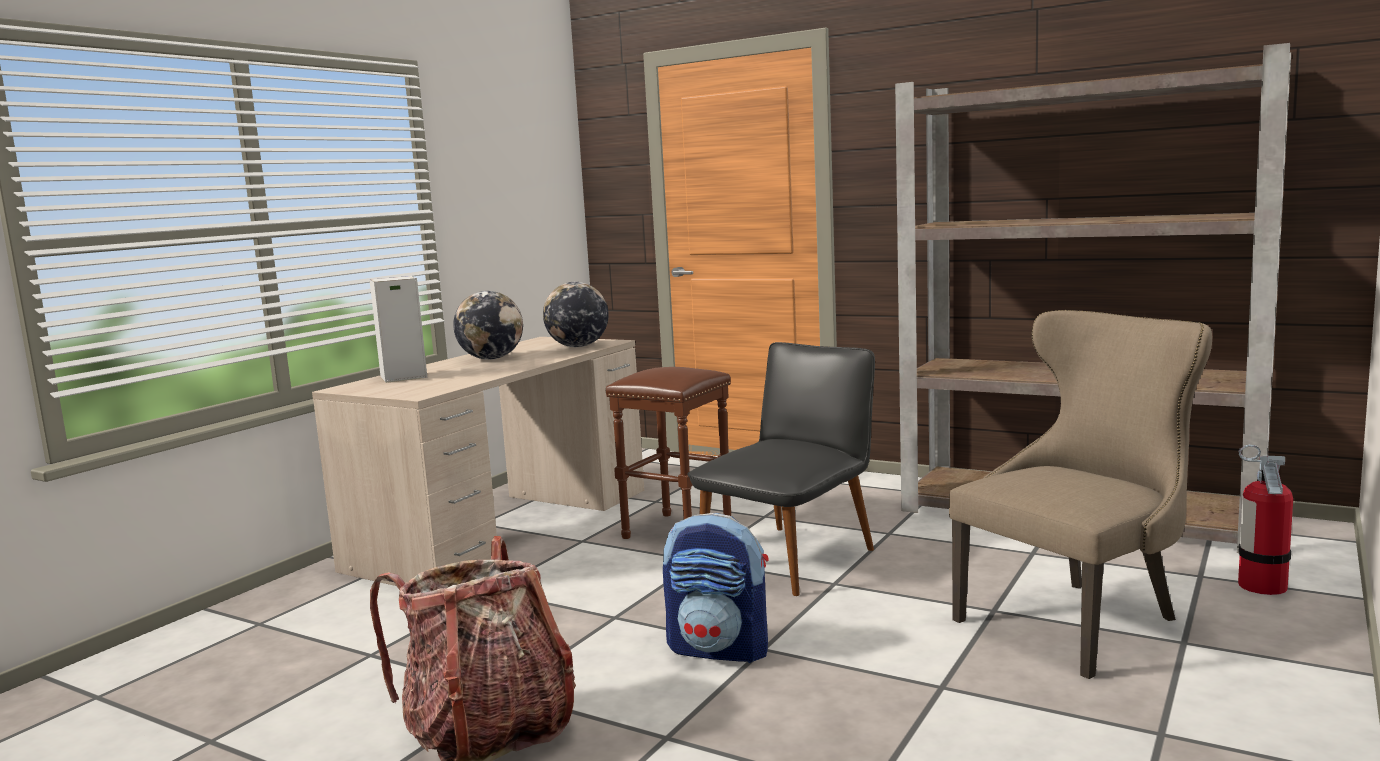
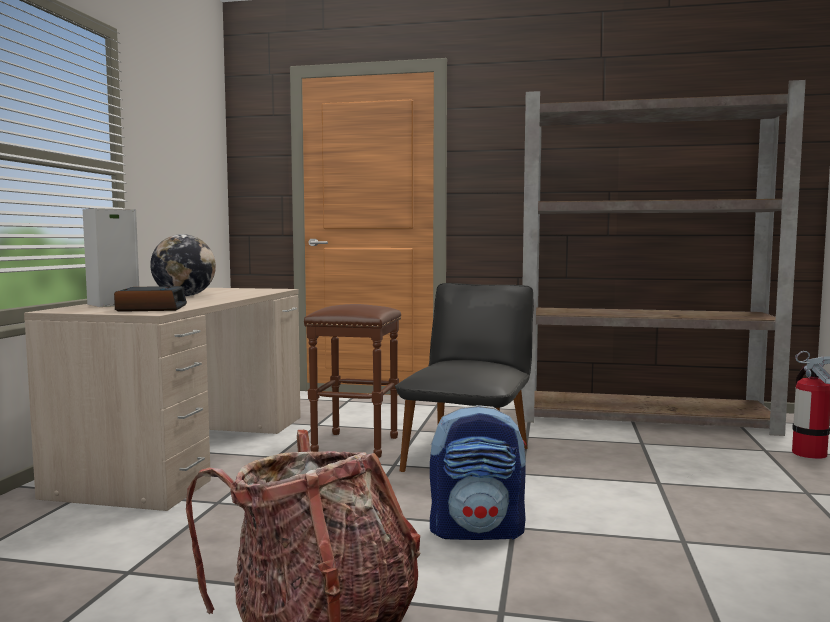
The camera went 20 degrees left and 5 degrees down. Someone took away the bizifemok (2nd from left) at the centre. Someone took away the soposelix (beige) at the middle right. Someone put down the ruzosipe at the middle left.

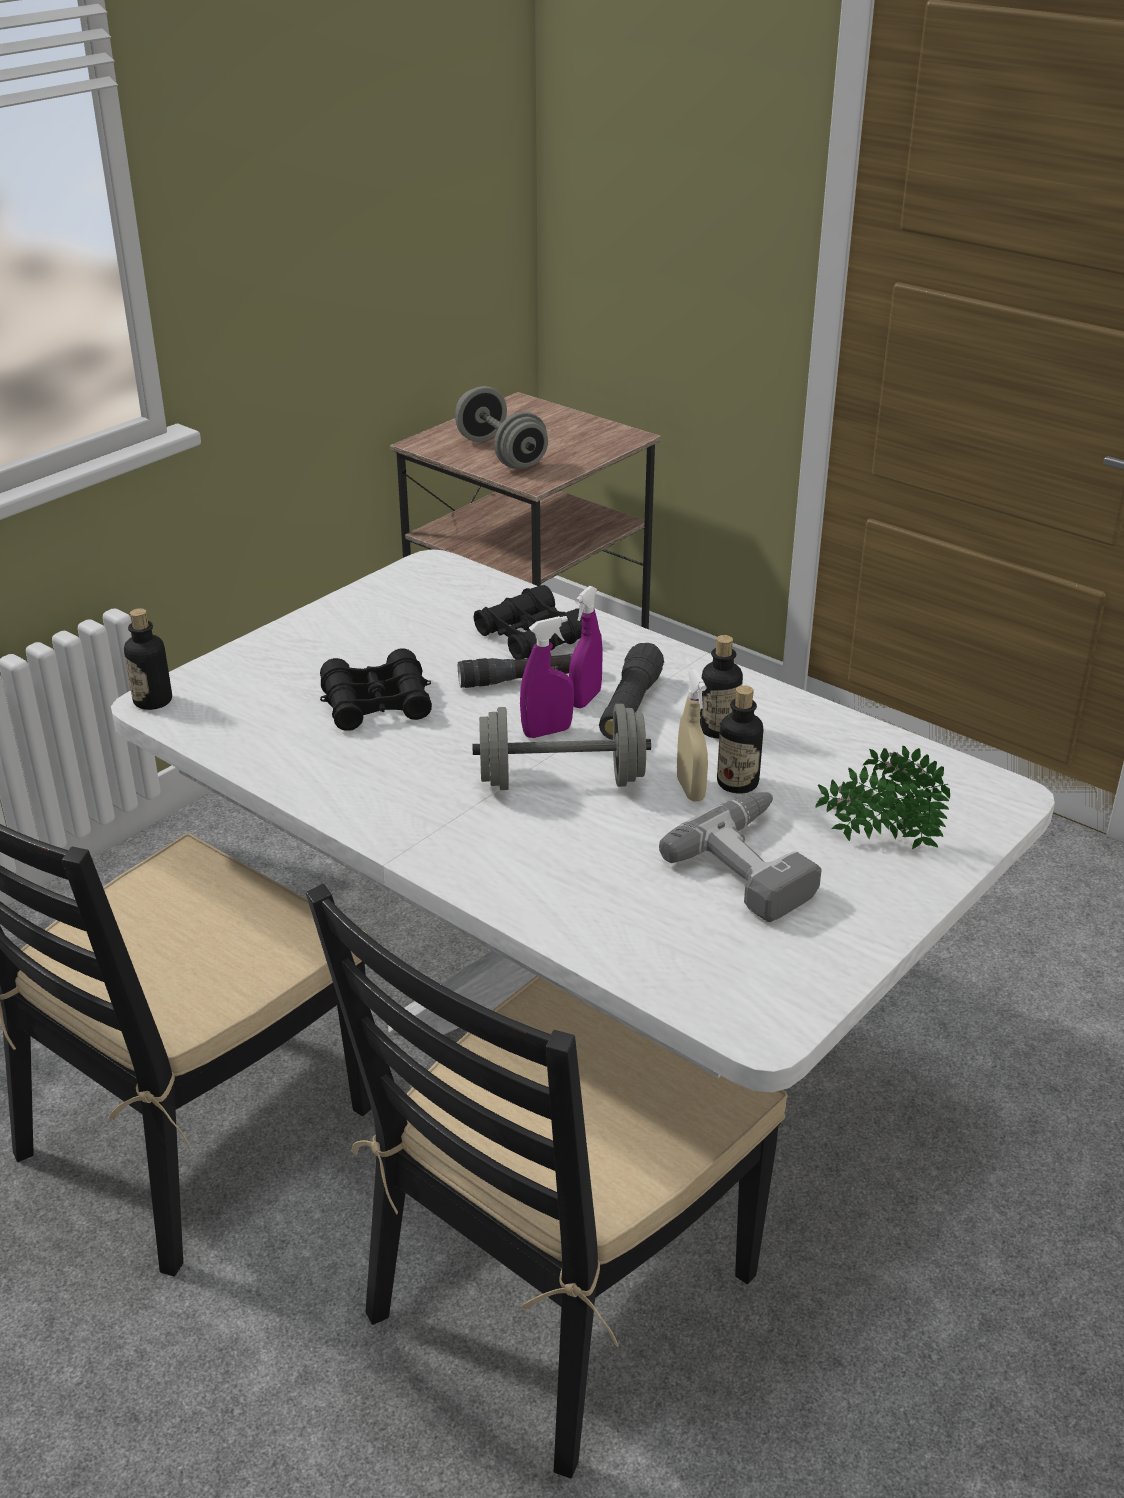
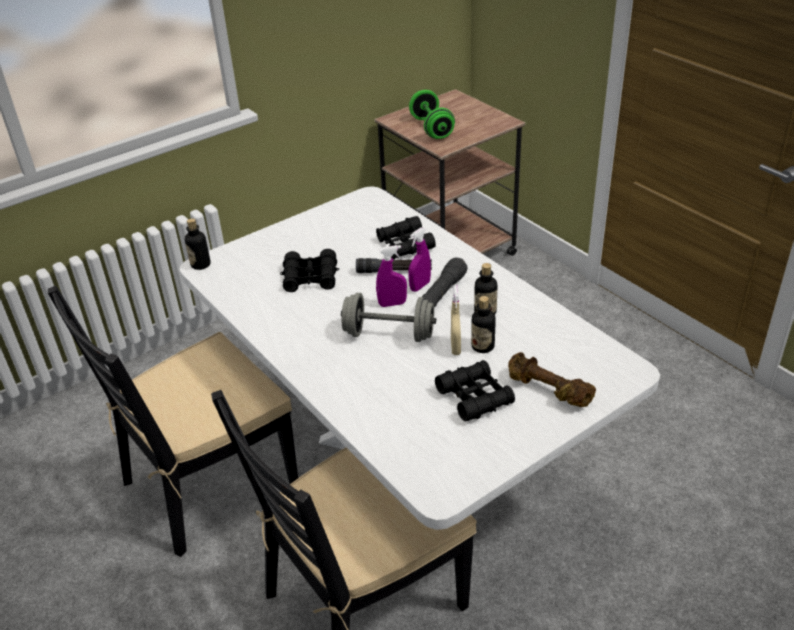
The camera went 15 degrees right and 5 degrees up. Someone repainted the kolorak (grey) (1st from left) at the top centre, which became the kolorak (green) at the top centre. Someone swapped the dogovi at the middle right for the kolorak (brown) at the middle right. Someone swapped the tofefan at the centre for the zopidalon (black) (3rd from left) at the centre.

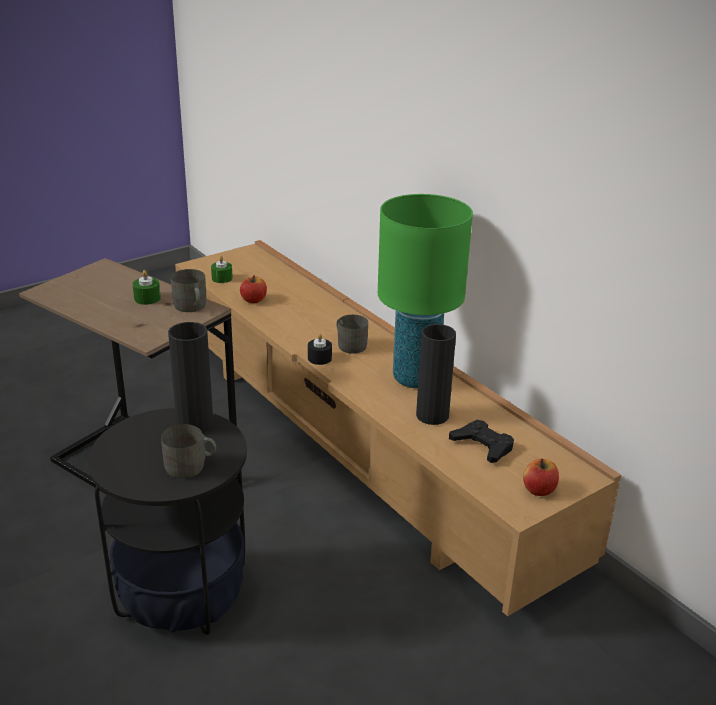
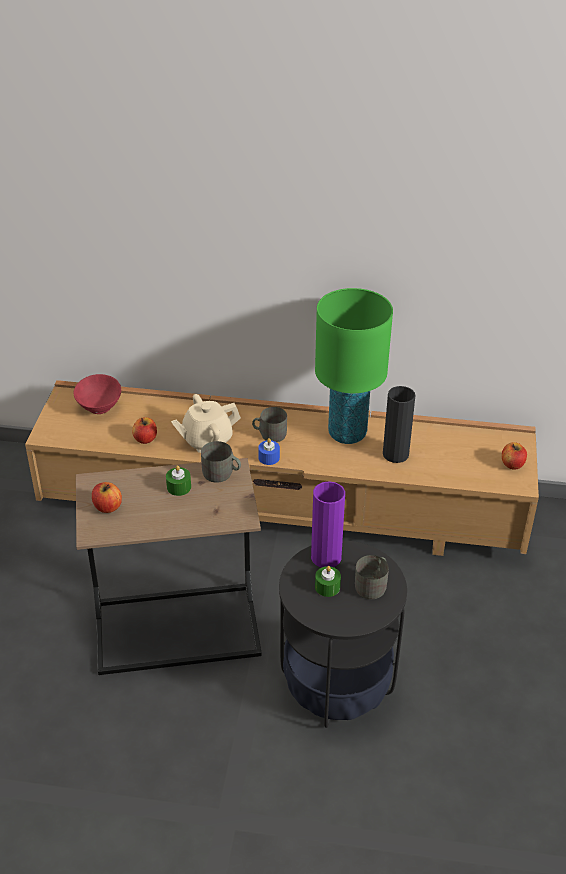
The camera went 45 degrees left and 10 degrees up. Someone carried the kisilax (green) (2nd from left) from the middle left to the centre. Someone repainted the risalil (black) (1st from left) at the middle left, which became the risalil (purple) at the centre. Someone repainted the kisilax (black) at the centre, which became the kisilax (blue) at the centre. Someone took away the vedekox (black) at the middle right. Someone put down the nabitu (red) at the middle left. Someone put down the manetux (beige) at the centre. Someone put down the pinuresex (1st from left) at the middle left.

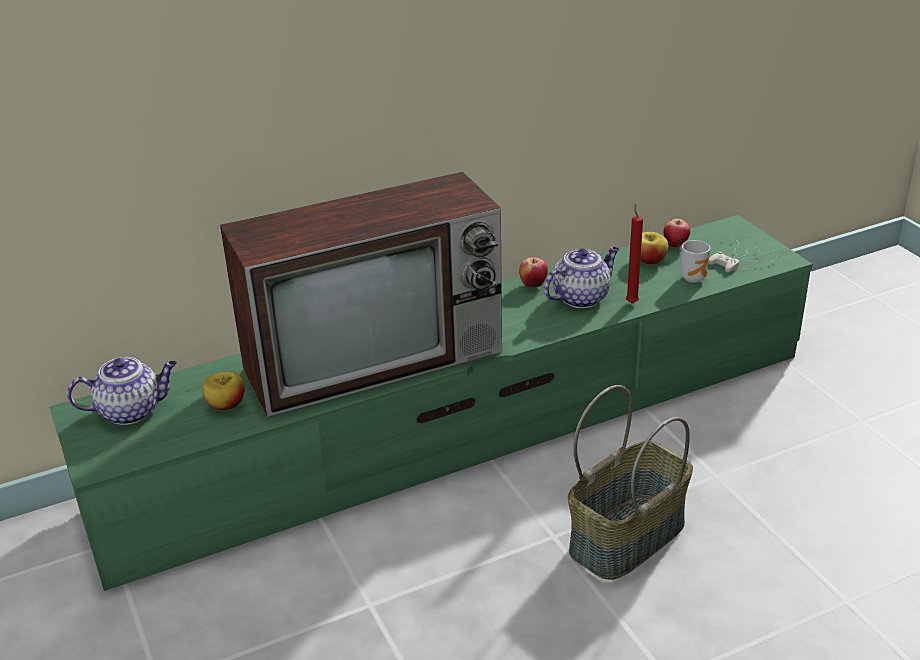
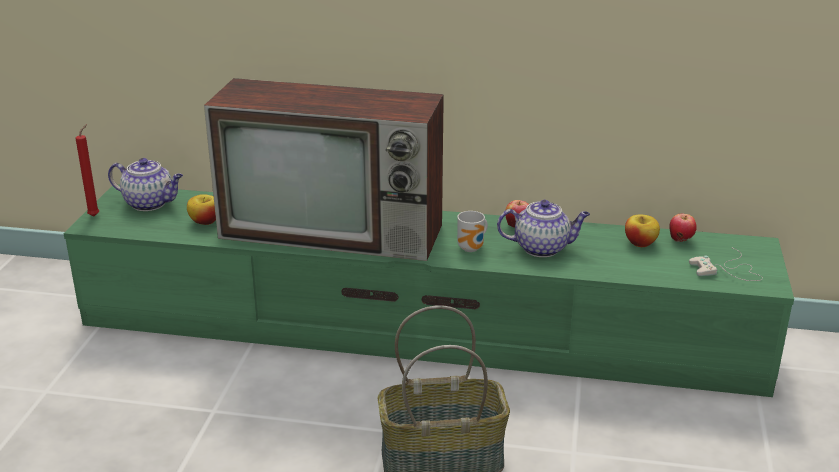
The camera went 35 degrees right and 5 degrees down. Someone carried the kisilax (red) from the middle right to the middle left. Someone carried the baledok from the middle right to the centre.

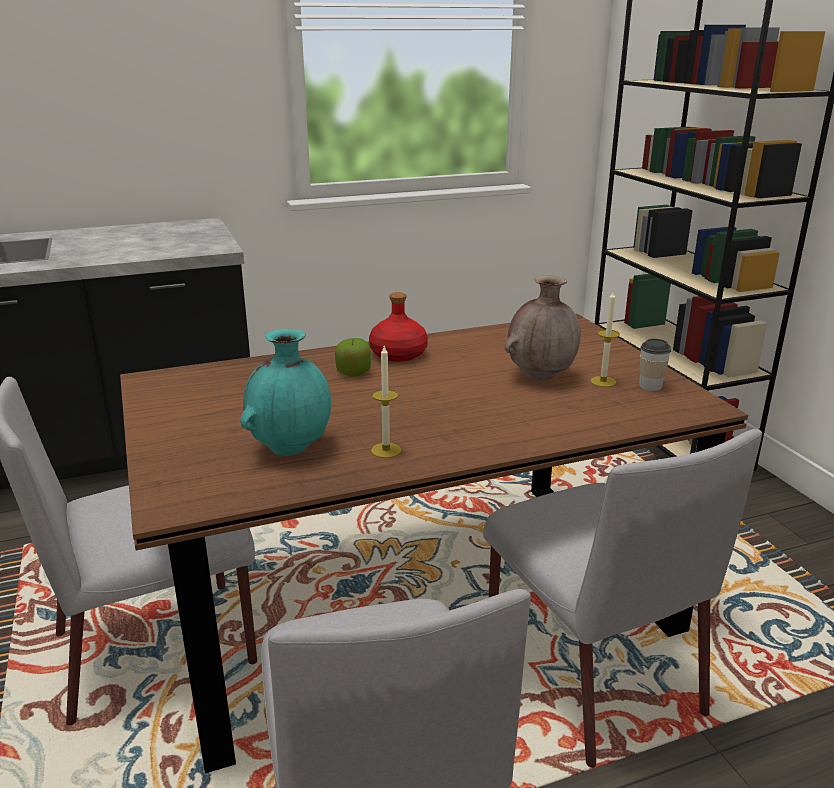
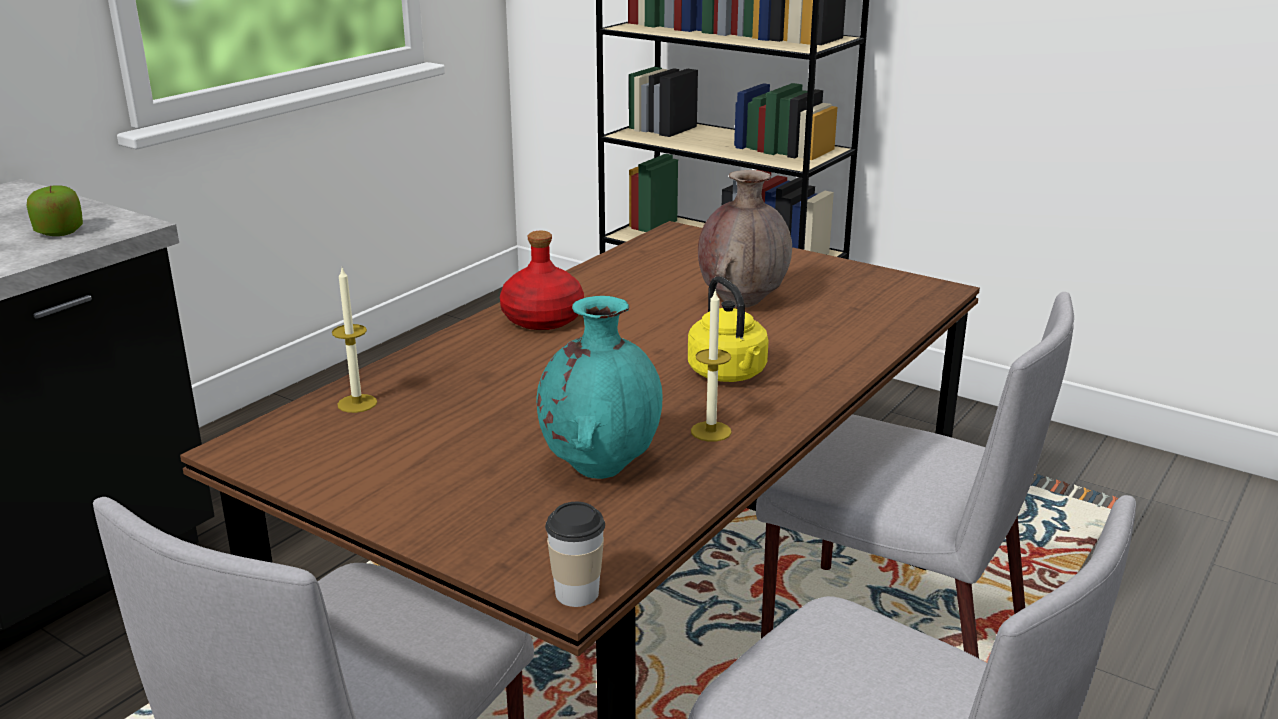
The camera went 35 degrees left and 0 degrees up. Someone carried the kisilax (2nd from left in the first image) from the middle right to the middle left. Someone carried the pinuresex from the centre to the top left. Someone carried the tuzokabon from the middle right to the bottom centre. Someone put down the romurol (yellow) at the centre.

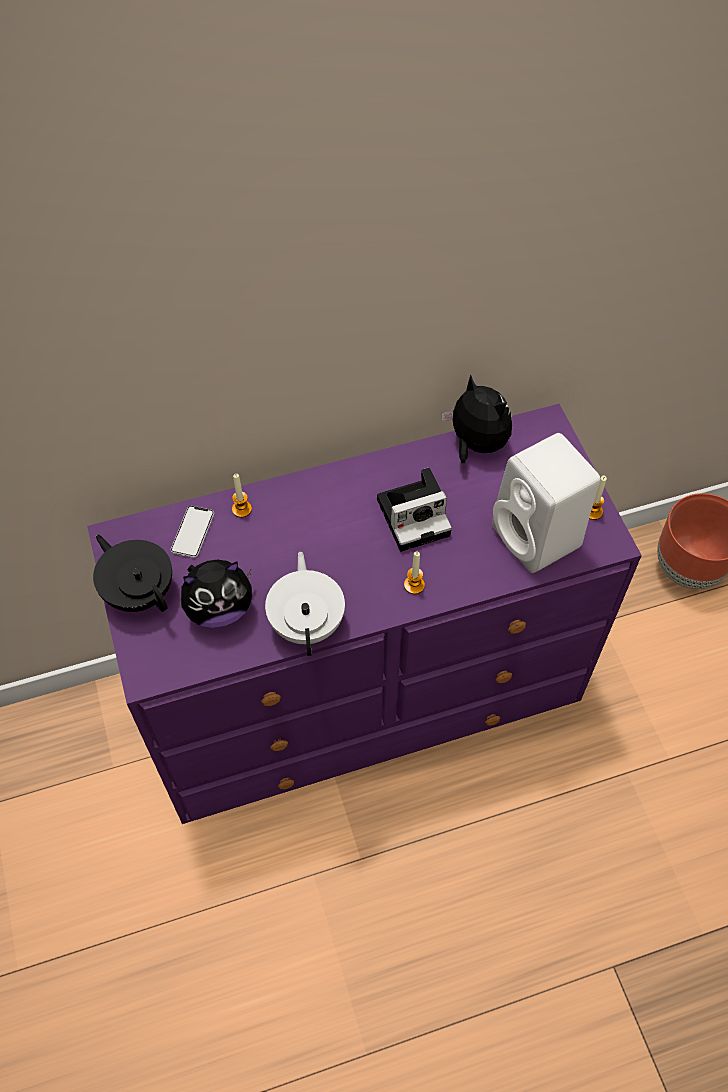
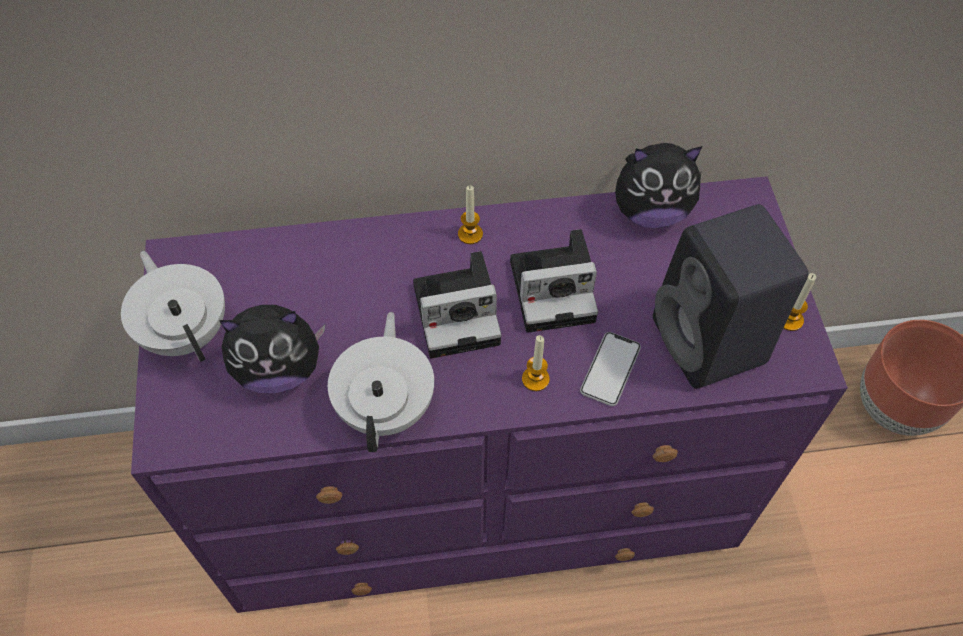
The camera went 10 degrees right and 0 degrees up. Someone rotated the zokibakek (2nd from left) at the centre by 120 degrees clockwise. Someone repainted the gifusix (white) at the middle right, which became the gifusix (black) at the middle right. Someone carried the kisilax (1st from left) from the middle left to the centre. Someone carried the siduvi from the middle left to the centre. Someone repainted the manetux (black) at the middle left, which became the manetux (white) (1st from left) at the middle left. Someone put down the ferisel (1st from left) at the centre.

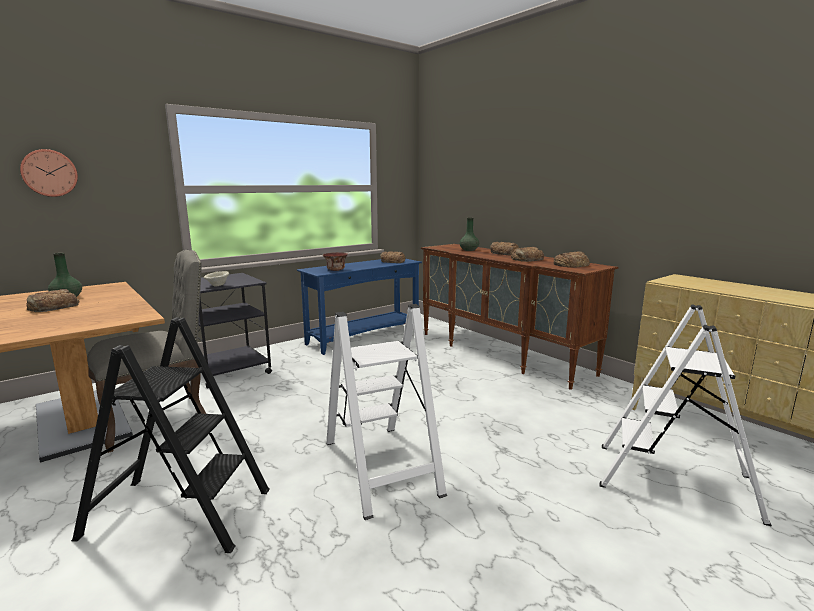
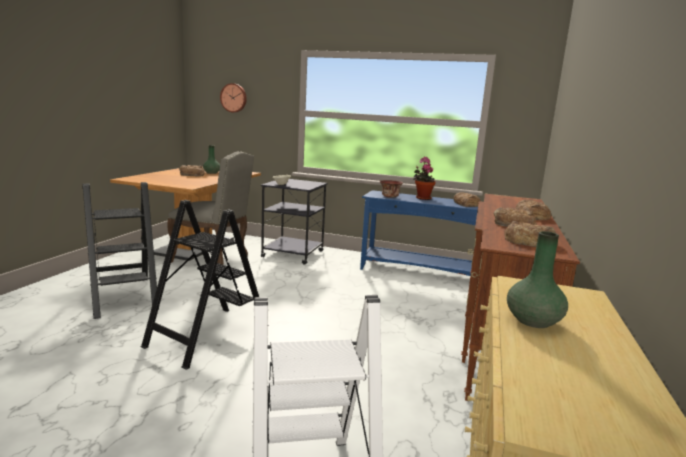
The camera went 55 degrees right and 0 degrees up. Someone carried the risalil (green) (2nd from left) from the centre to the middle right. Someone repainted the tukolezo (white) (1st from left) at the bottom centre, which became the tukolezo (black) (2nd from left) at the middle left. Someone put down the dogovi at the centre.

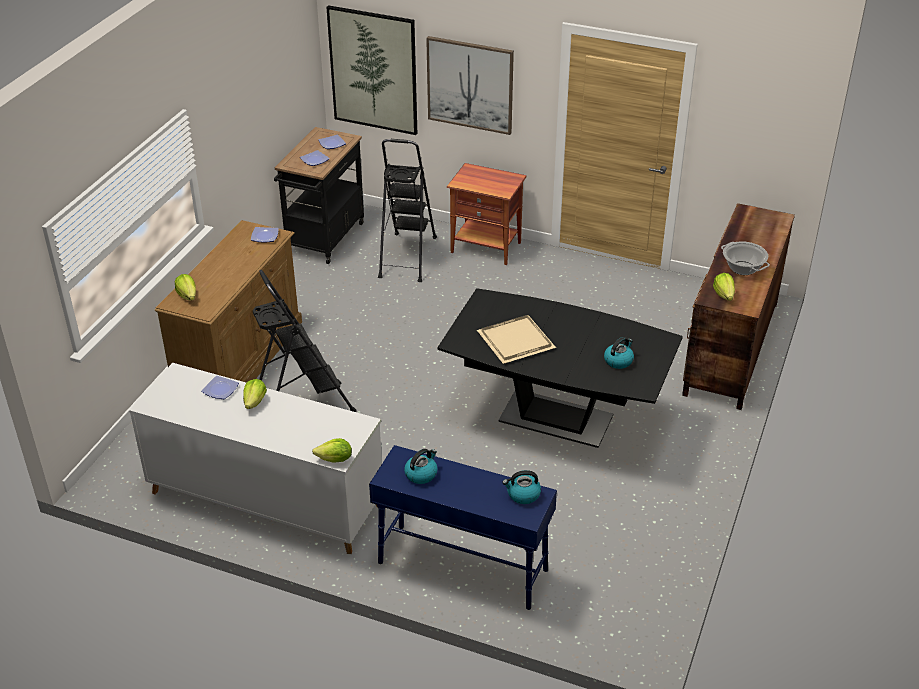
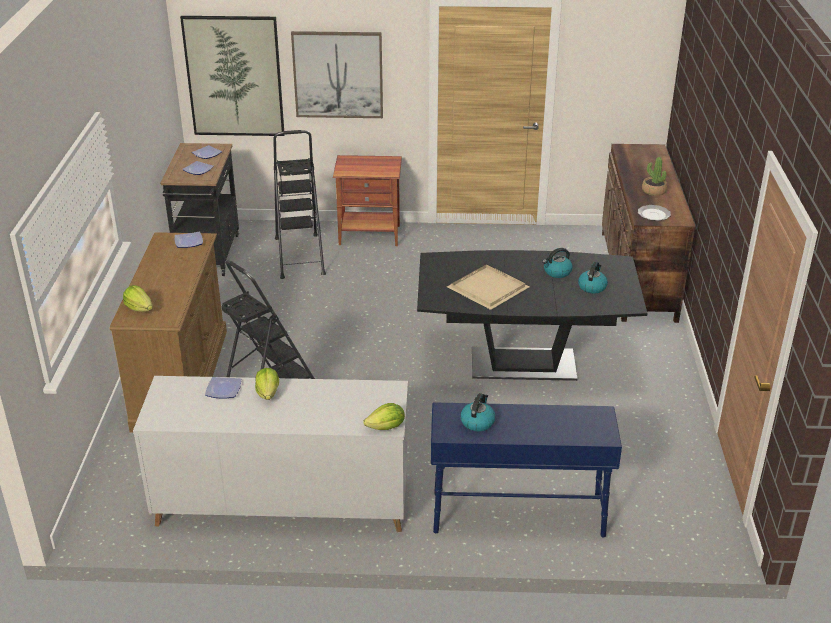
The camera went 20 degrees left and 5 degrees down. Someone swapped the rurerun at the middle right for the dogovi at the top right. Someone swapped the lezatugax (4th from left) at the middle right for the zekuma (5th from left) at the middle right. Someone carried the romurol (2nd from left) from the bottom centre to the middle right.

